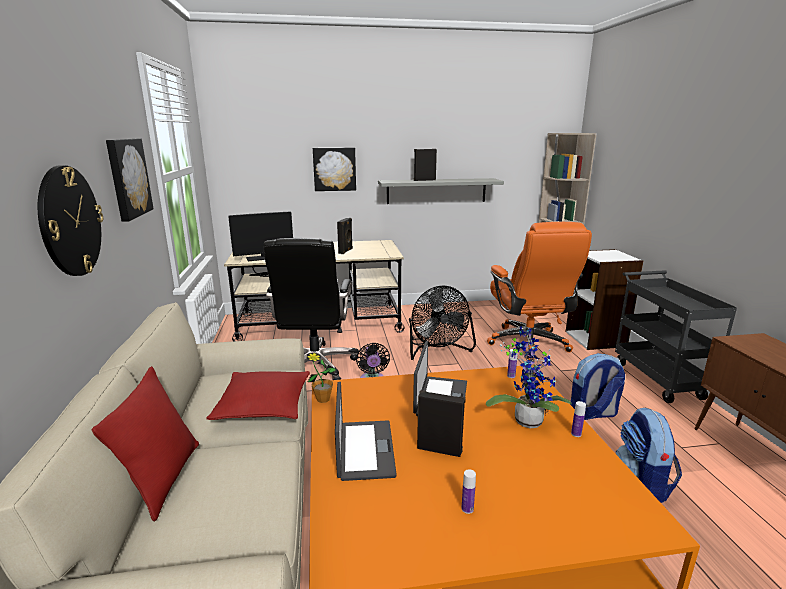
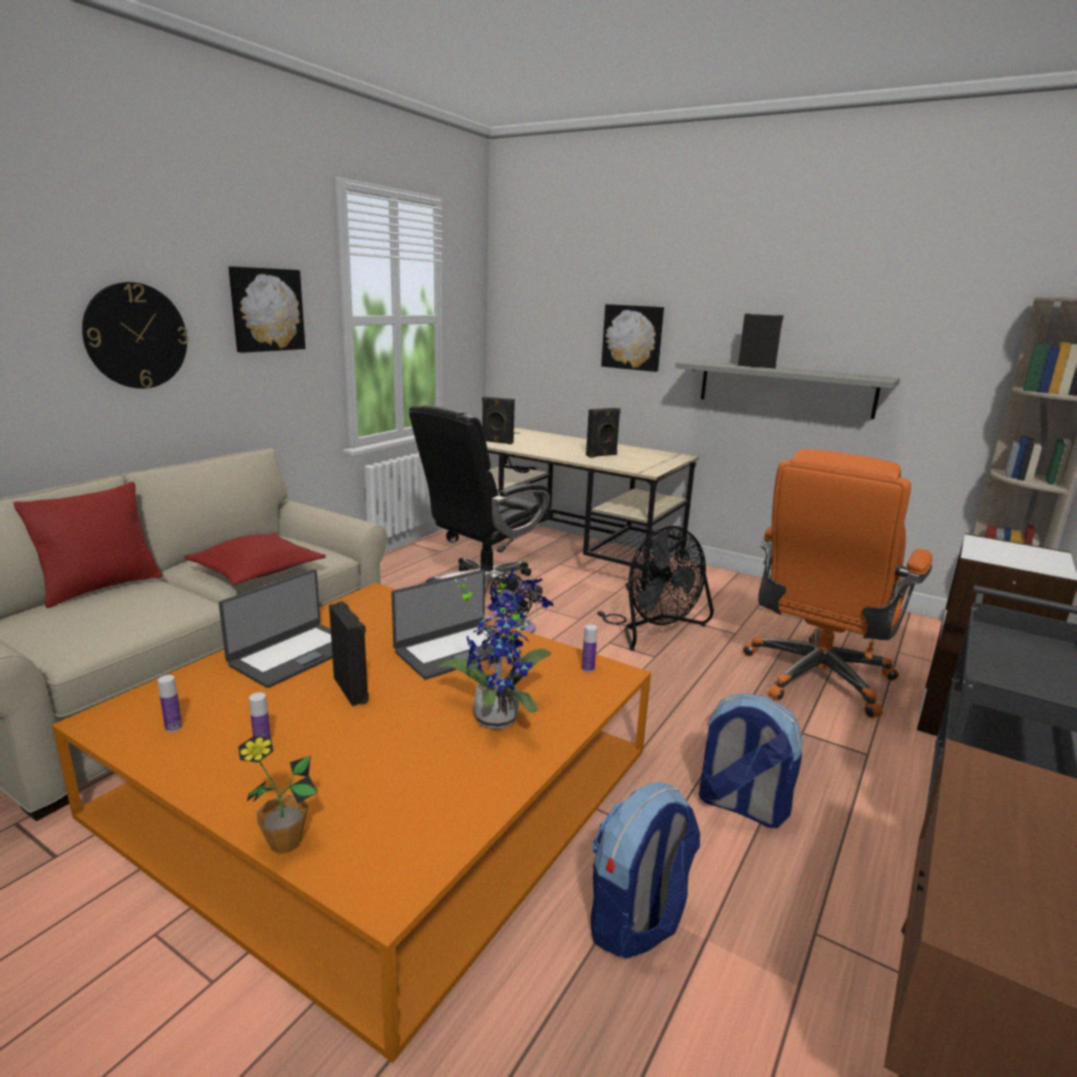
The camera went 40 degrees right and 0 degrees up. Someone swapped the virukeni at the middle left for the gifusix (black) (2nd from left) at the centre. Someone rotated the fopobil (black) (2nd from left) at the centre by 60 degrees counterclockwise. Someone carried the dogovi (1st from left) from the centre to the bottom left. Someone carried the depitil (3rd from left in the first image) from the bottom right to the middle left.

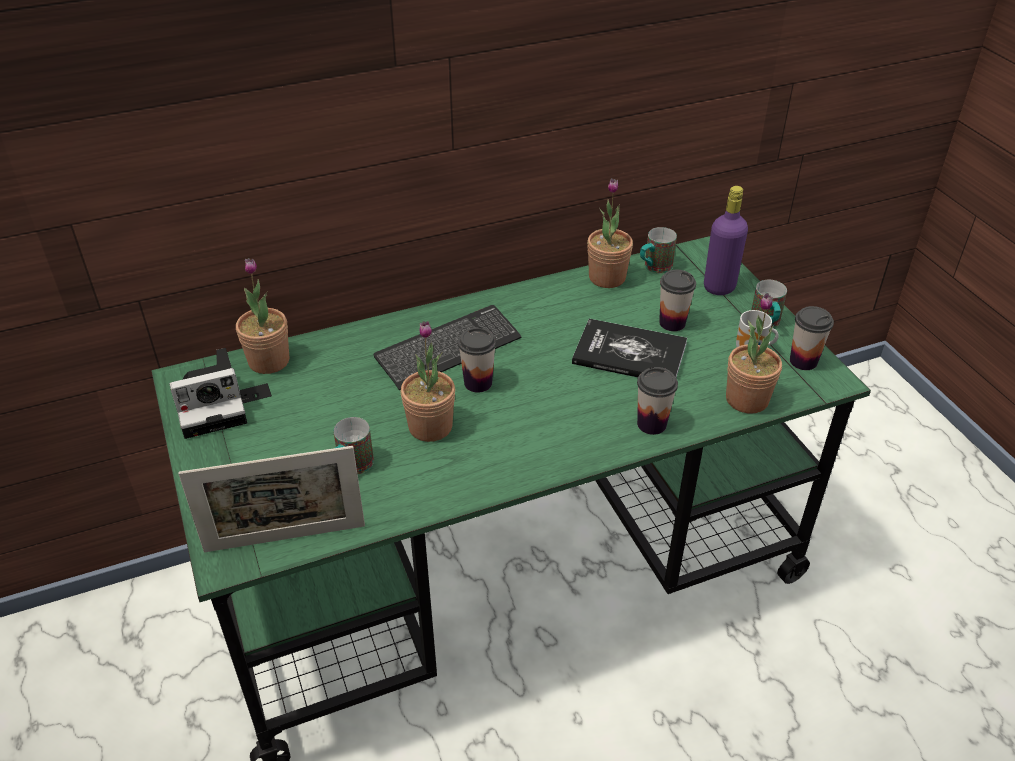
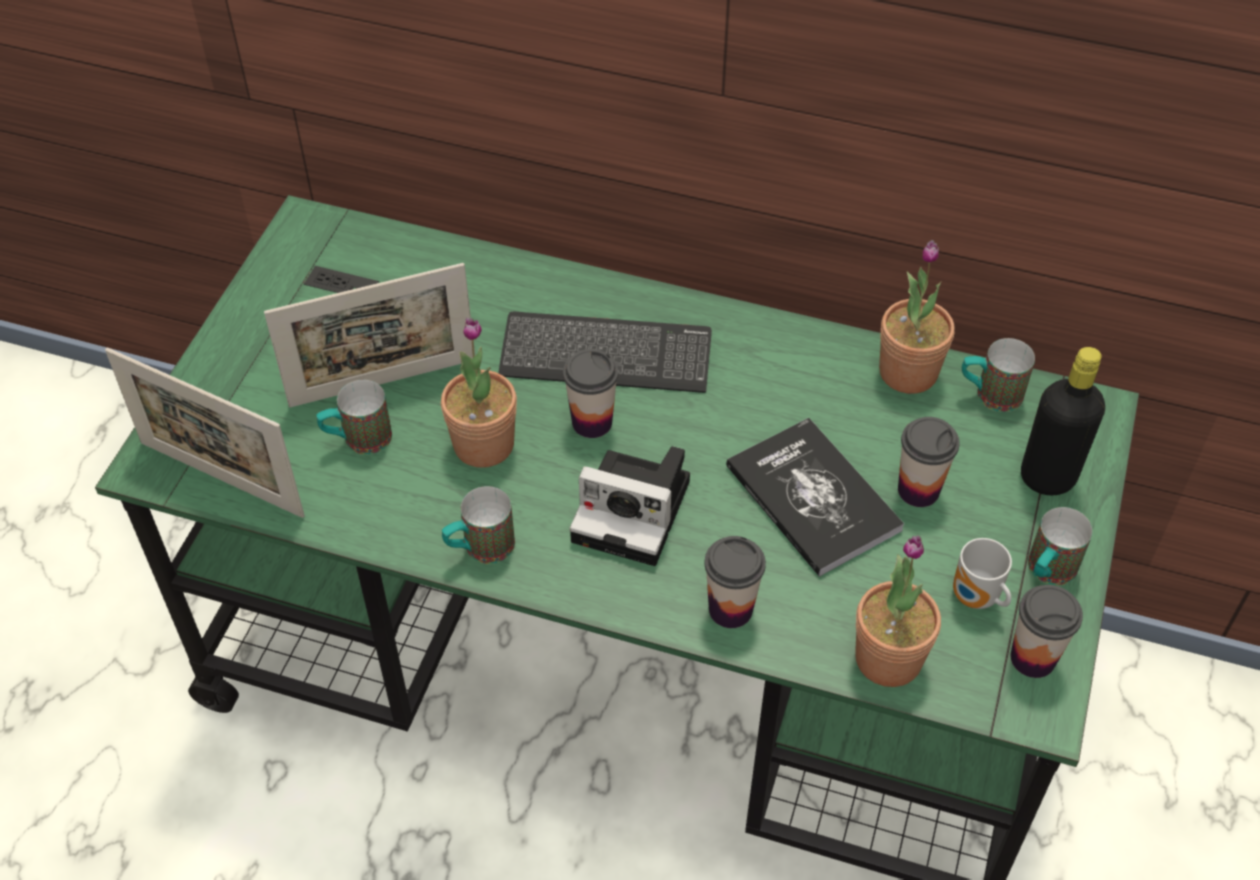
The camera went 40 degrees right and 10 degrees up. Someone repainted the depitil (purple) at the top right, which became the depitil (black) at the middle right. Someone took away the dogovi (1st from left) at the middle left. Someone carried the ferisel from the middle left to the centre. Someone put down the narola (2nd from left) at the middle left. Someone put down the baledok (2nd from left) at the centre.

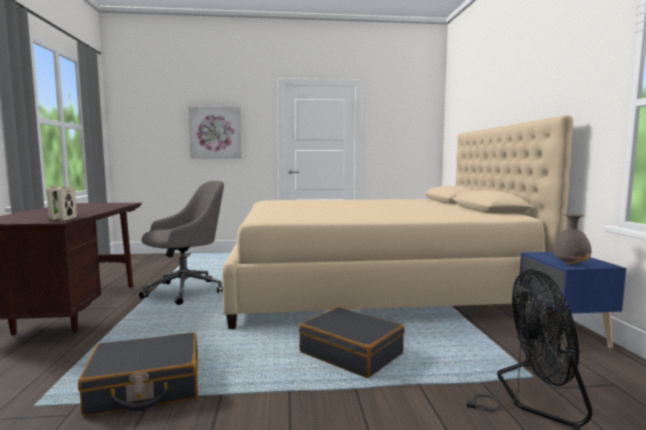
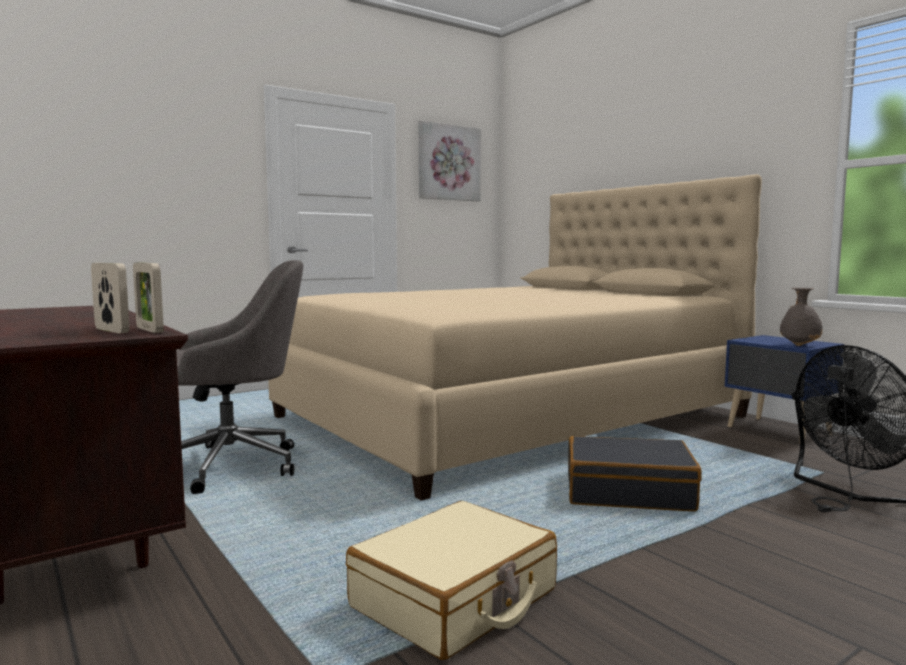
The camera went 30 degrees left and 0 degrees up. Someone carried the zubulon from the top left to the top centre. Someone rotated the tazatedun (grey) at the middle left by 45 degrees clockwise. Someone repainted the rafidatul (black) (1st from left) at the bottom left, which became the rafidatul (beige) at the bottom centre.

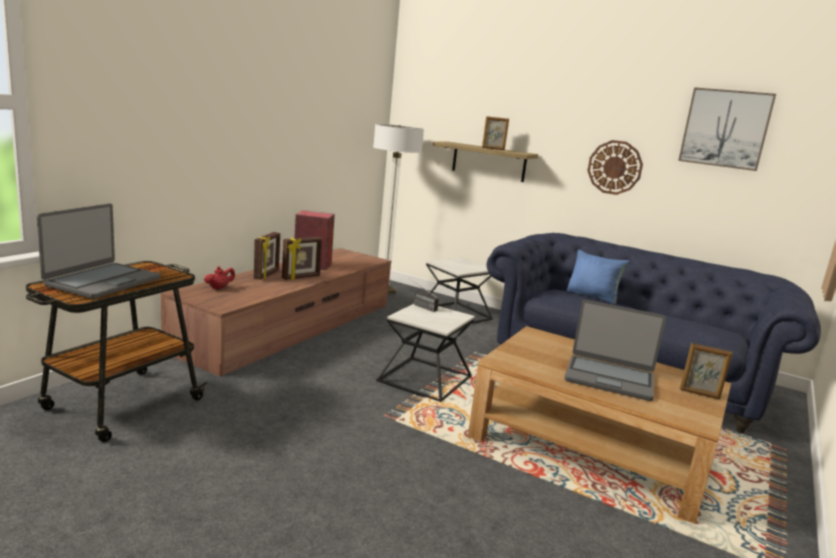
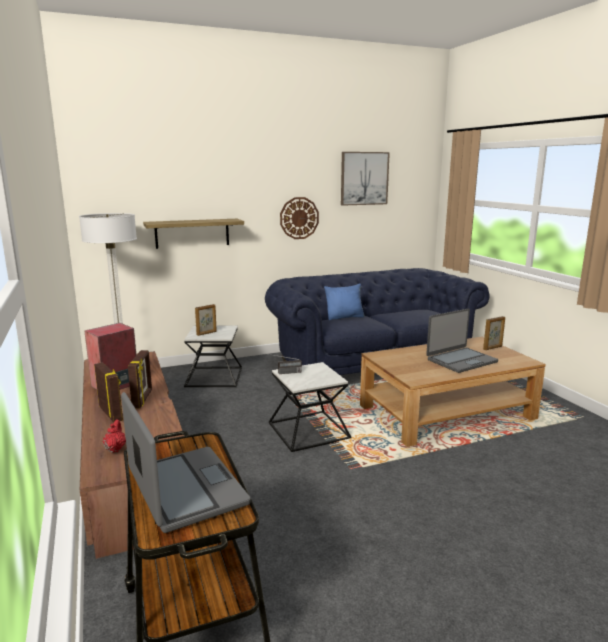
The camera went 50 degrees left and 0 degrees up. Someone carried the narola (3rd from left) from the top centre to the centre.

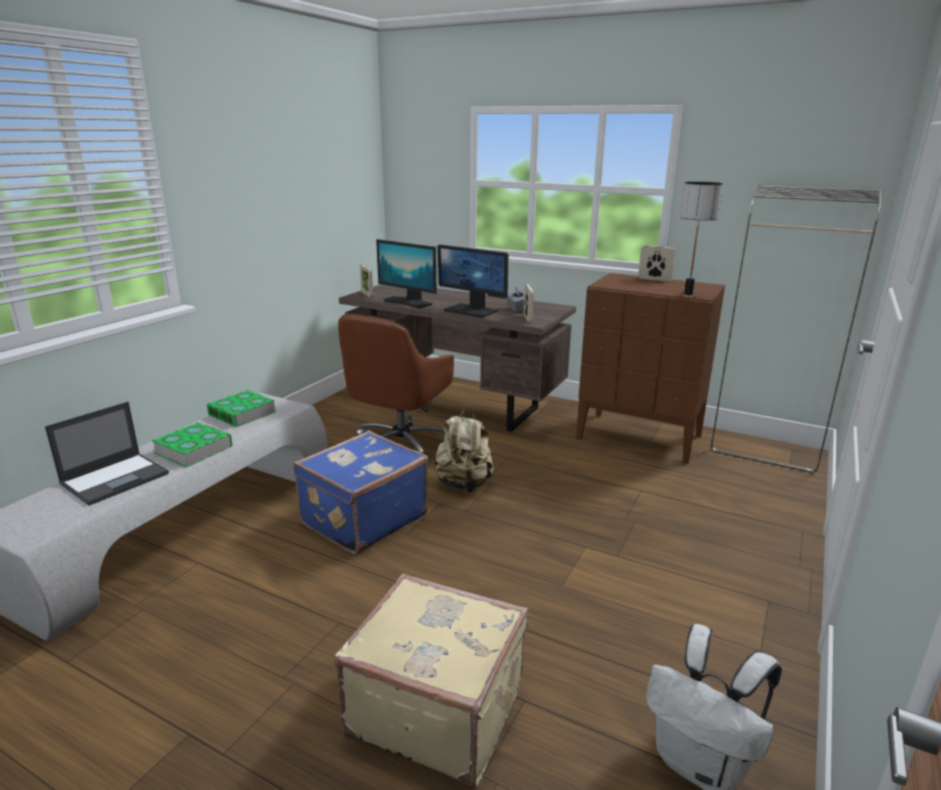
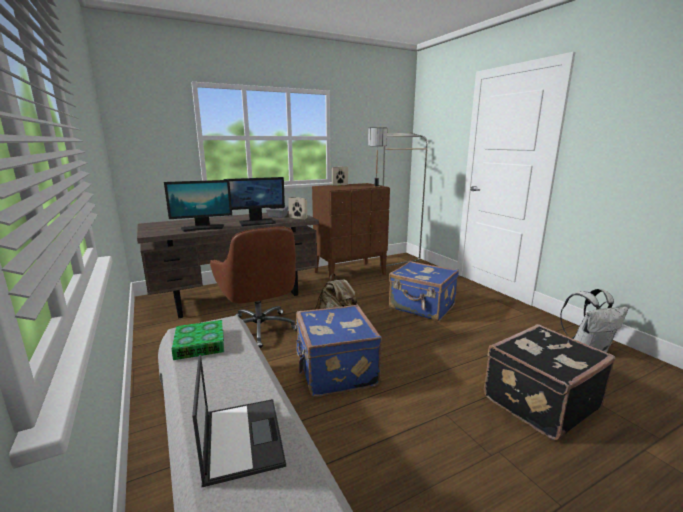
The camera went 55 degrees left and 5 degrees down. Someone took away the narola (1st from left) at the centre. Someone took away the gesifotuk (1st from left) at the middle left. Someone repainted the rafidatul (beige) at the bottom centre, which became the rafidatul (black) at the bottom right. Someone put down the rafidatul (blue) (2nd from left) at the centre.

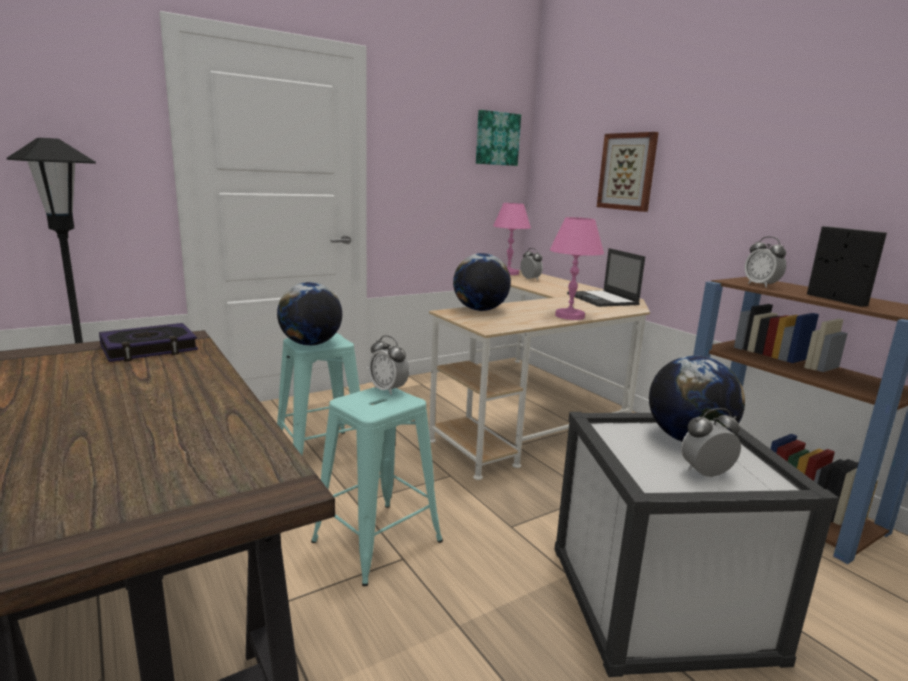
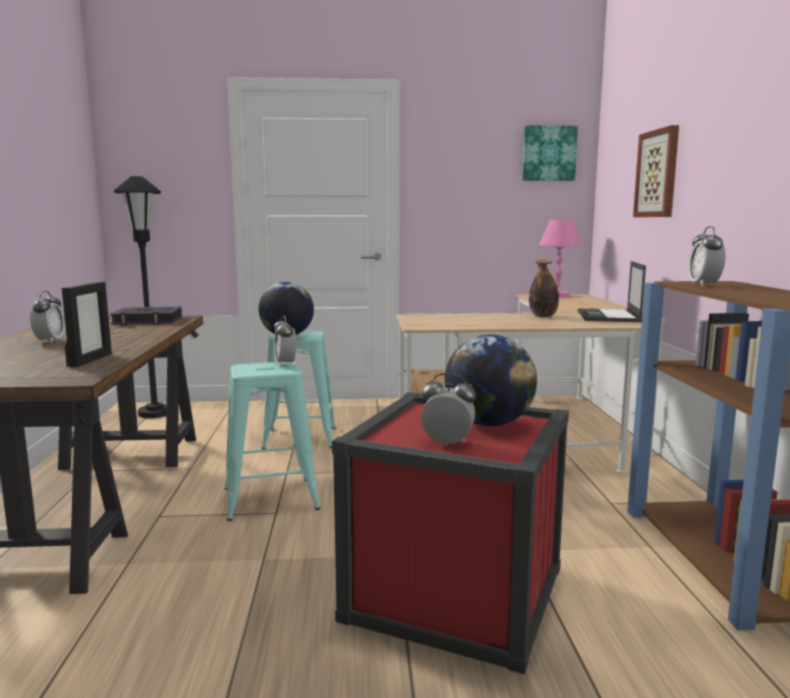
The camera went 30 degrees right and 5 degrees down. Someone took away the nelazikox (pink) (2nd from left) at the centre. Someone carried the narola from the middle right to the middle left. Someone carried the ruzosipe (2nd from left in the first image) from the centre to the middle left. Someone took away the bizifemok (2nd from left) at the centre. Someone repainted the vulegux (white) at the bottom right, which became the vulegux (red) at the bottom centre. Someone put down the depitil at the middle right.

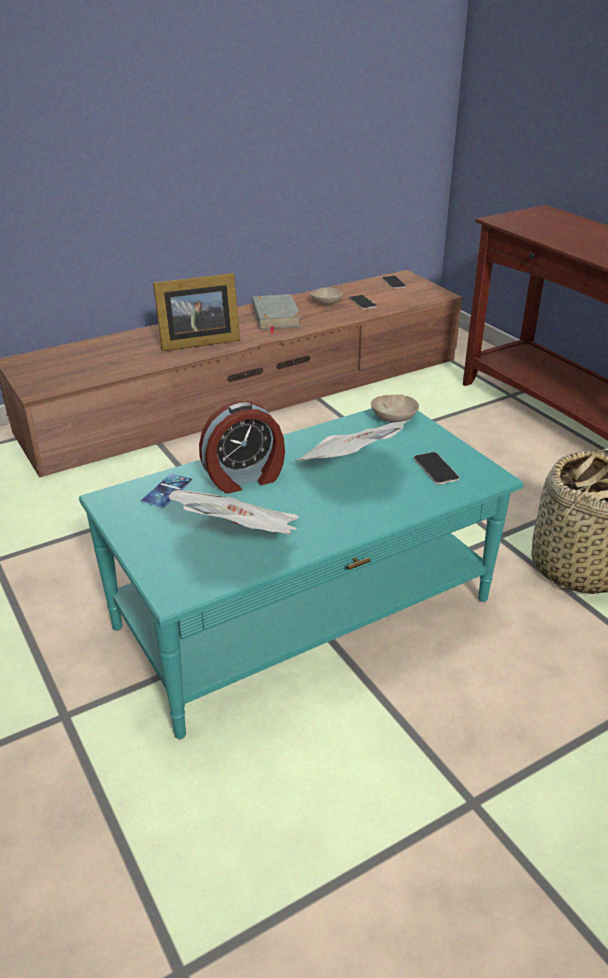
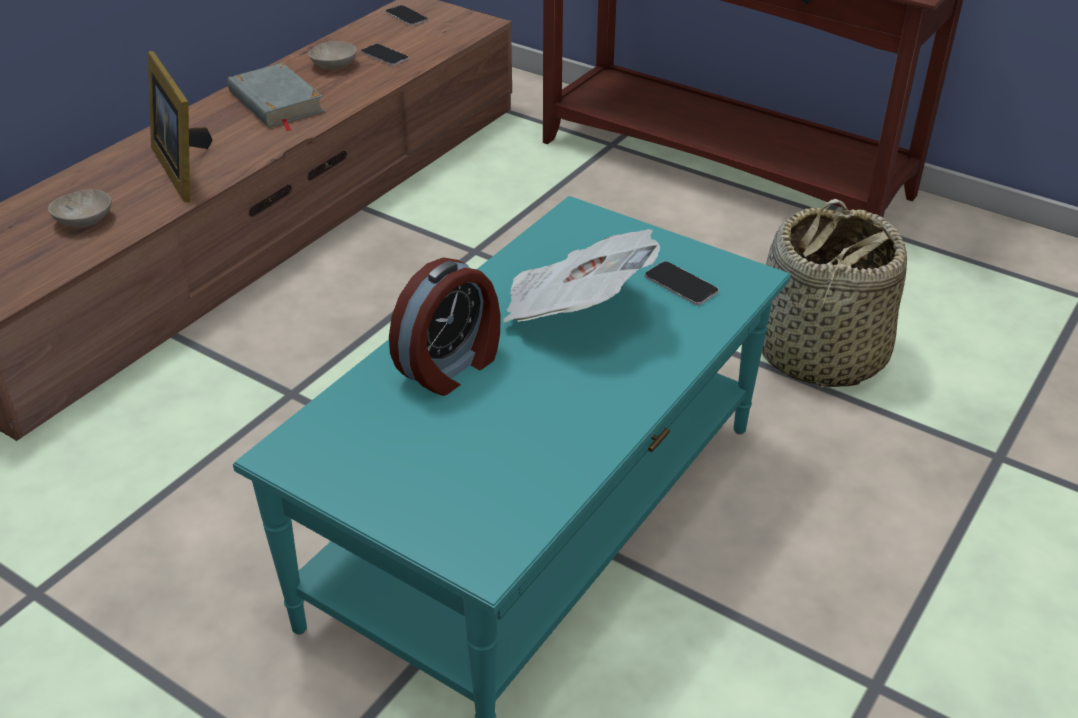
The camera went 25 degrees left and 5 degrees up. Someone rotated the narola at the top left by 105 degrees clockwise. Someone carried the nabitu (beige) (2nd from left in the first image) from the centre to the top left. Someone took away the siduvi (1st from left) at the middle left. Someone took away the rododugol (1st from left) at the centre.

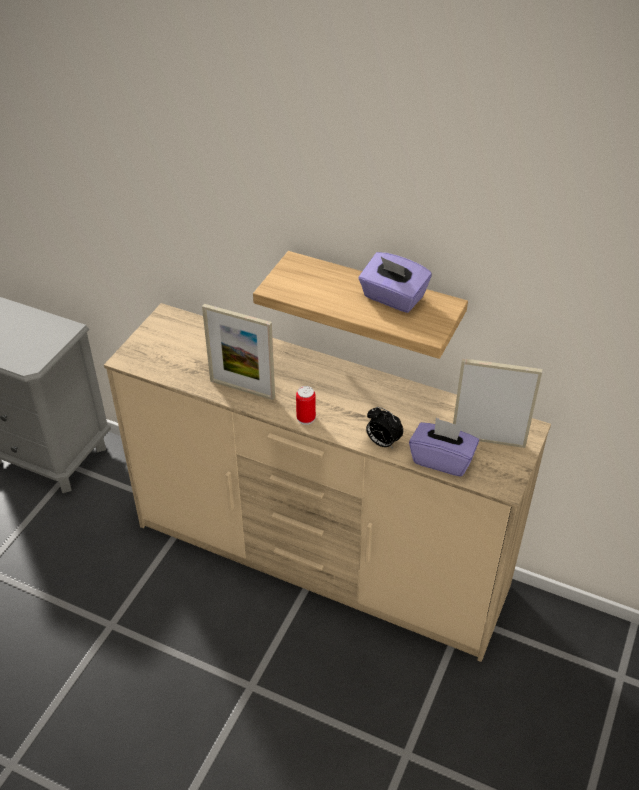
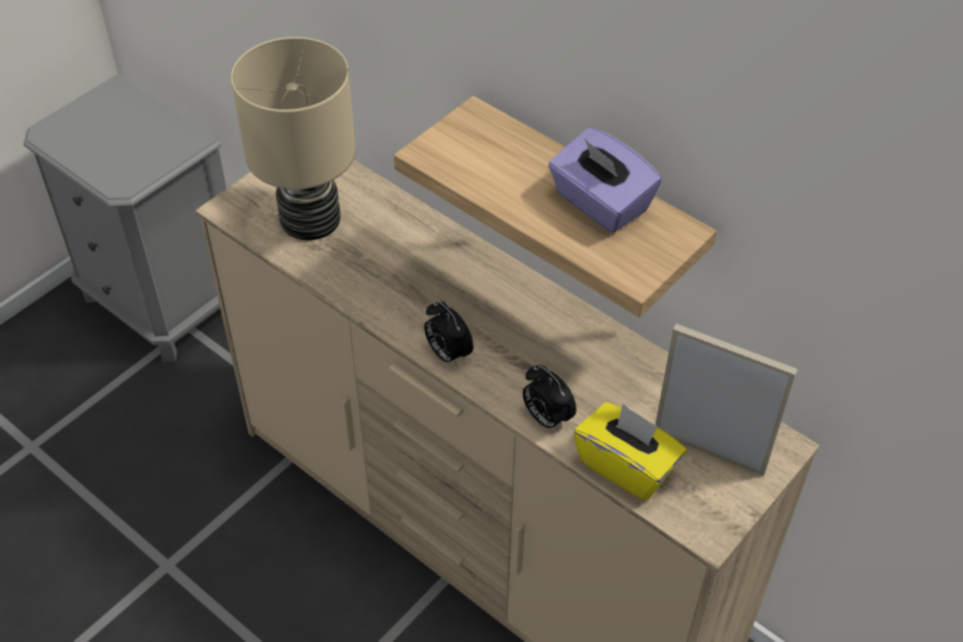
The camera went 15 degrees right and 5 degrees up. Someone took away the narola (1st from left) at the centre. Someone swapped the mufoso at the centre for the ruzosipe (1st from left) at the centre. Someone repainted the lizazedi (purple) (2nd from left) at the middle right, which became the lizazedi (yellow) at the bottom centre. Someone put down the nelazikox (beige) at the top left.

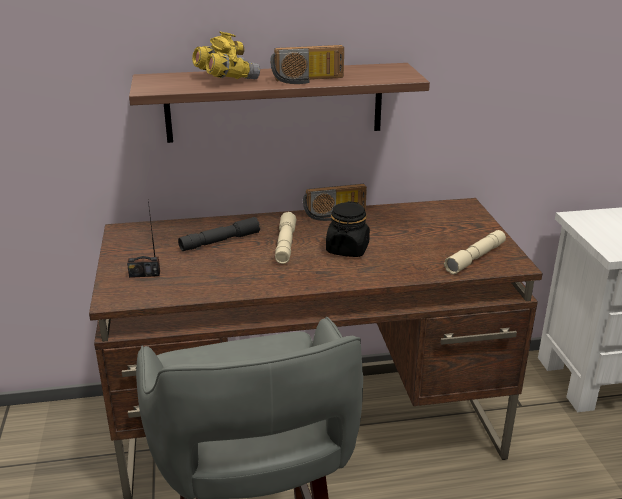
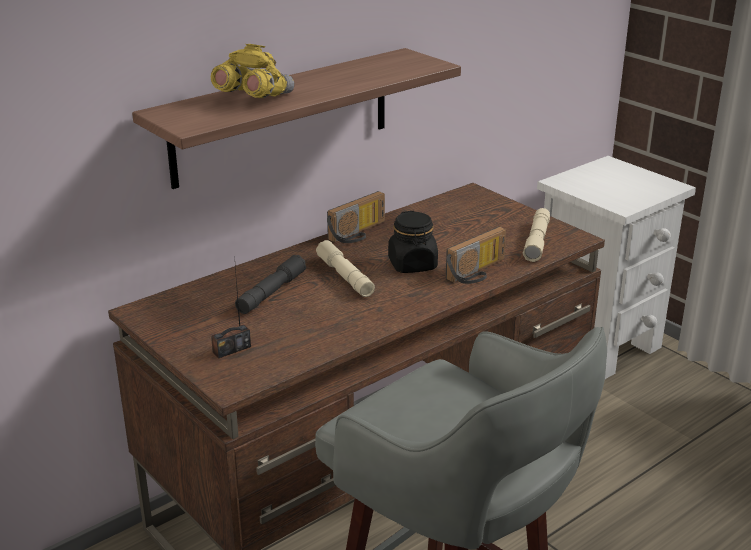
The camera went 30 degrees left and 0 degrees up. Someone carried the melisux (2nd from left in the first image) from the top centre to the centre.

